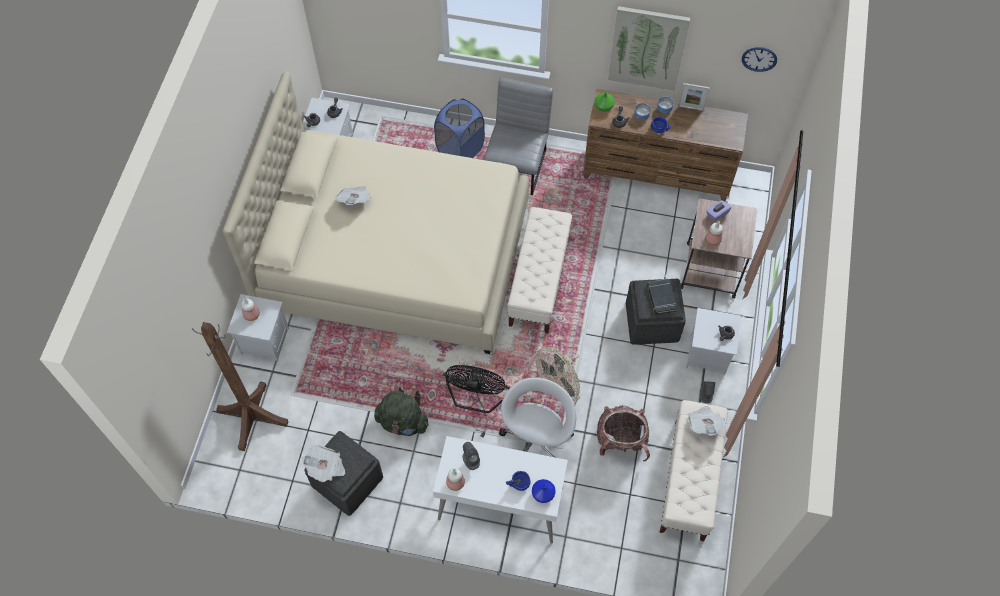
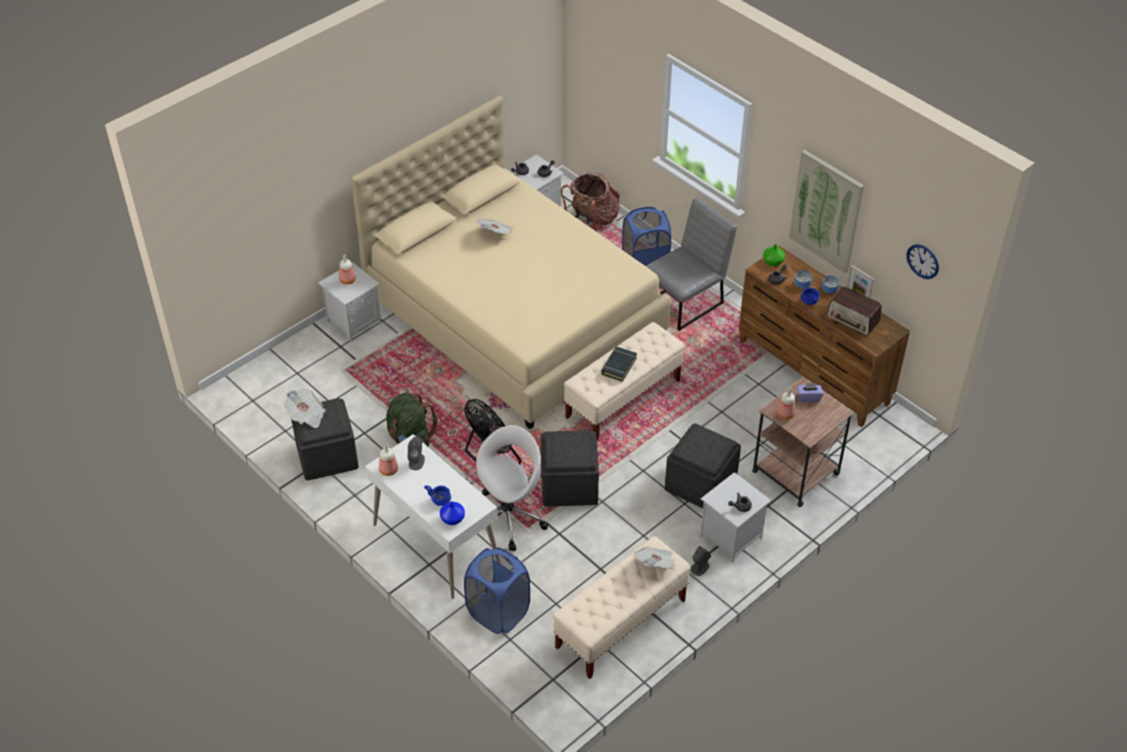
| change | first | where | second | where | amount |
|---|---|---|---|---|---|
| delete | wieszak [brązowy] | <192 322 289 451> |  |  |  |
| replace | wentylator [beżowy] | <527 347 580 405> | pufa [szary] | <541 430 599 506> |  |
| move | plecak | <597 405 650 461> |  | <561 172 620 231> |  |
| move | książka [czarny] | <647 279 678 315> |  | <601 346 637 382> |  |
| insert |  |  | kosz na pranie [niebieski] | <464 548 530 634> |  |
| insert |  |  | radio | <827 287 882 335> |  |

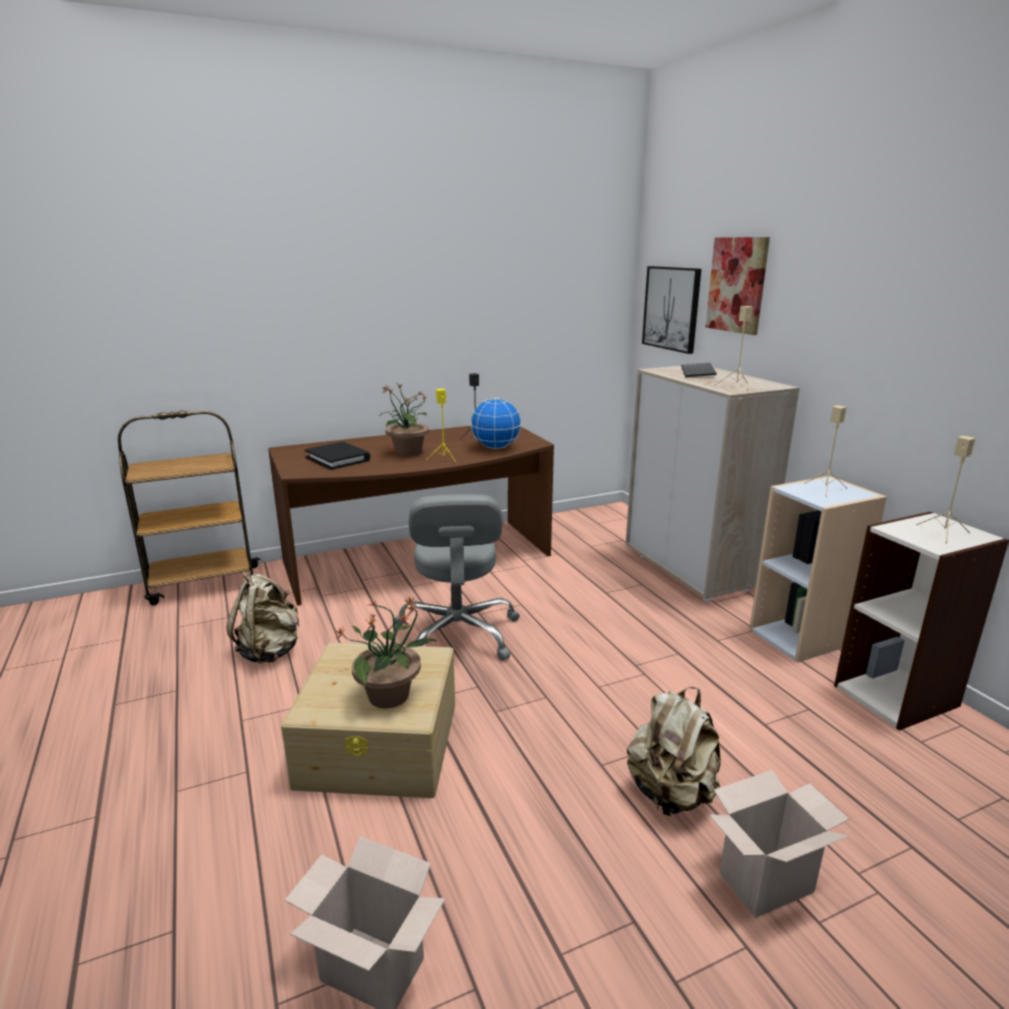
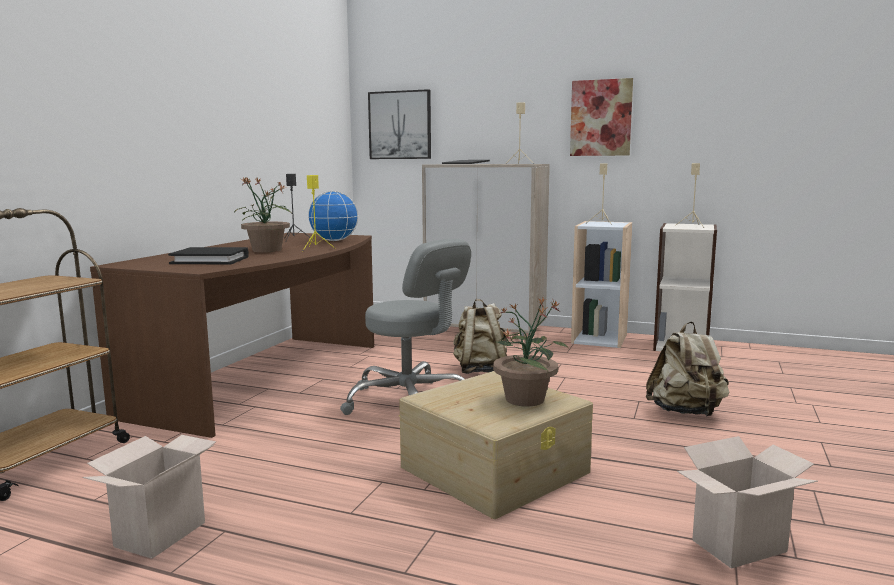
| change | first | where | second | where | amount |
|---|---|---|---|---|---|
| move | plecak [beżowy] | <227 572 300 663> |  | <453 299 507 374> |  |
| move | obraz | <705 237 770 335> |  | <570 78 633 156> |  |
| move | karton | <709 770 849 918> |  | <82 435 216 559> |  |

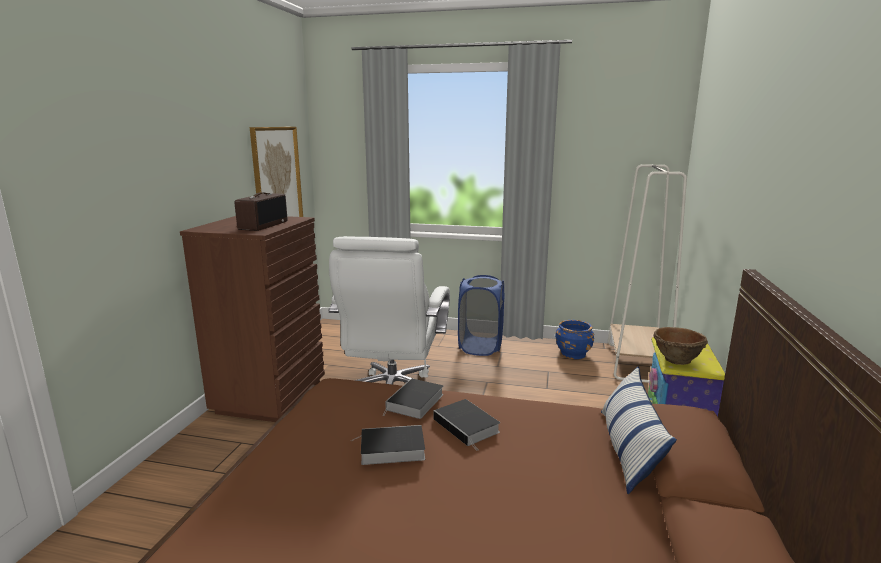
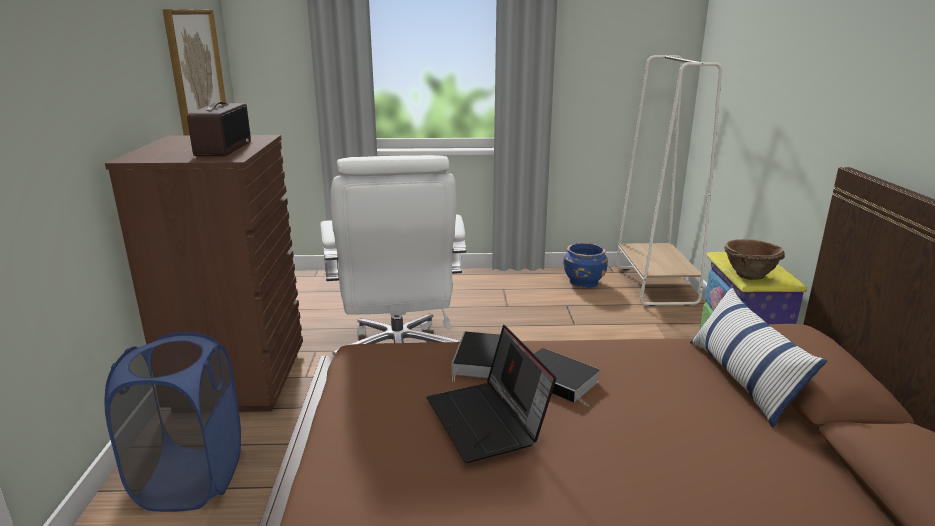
| change | first | where | second | where | amount |
|---|---|---|---|---|---|
| replace | książka | <350 425 425 465> | laptop | <427 325 556 463> |  |
| move | kosz na pranie [niebieski] | <458 275 505 356> |  | <105 332 241 512> |  |

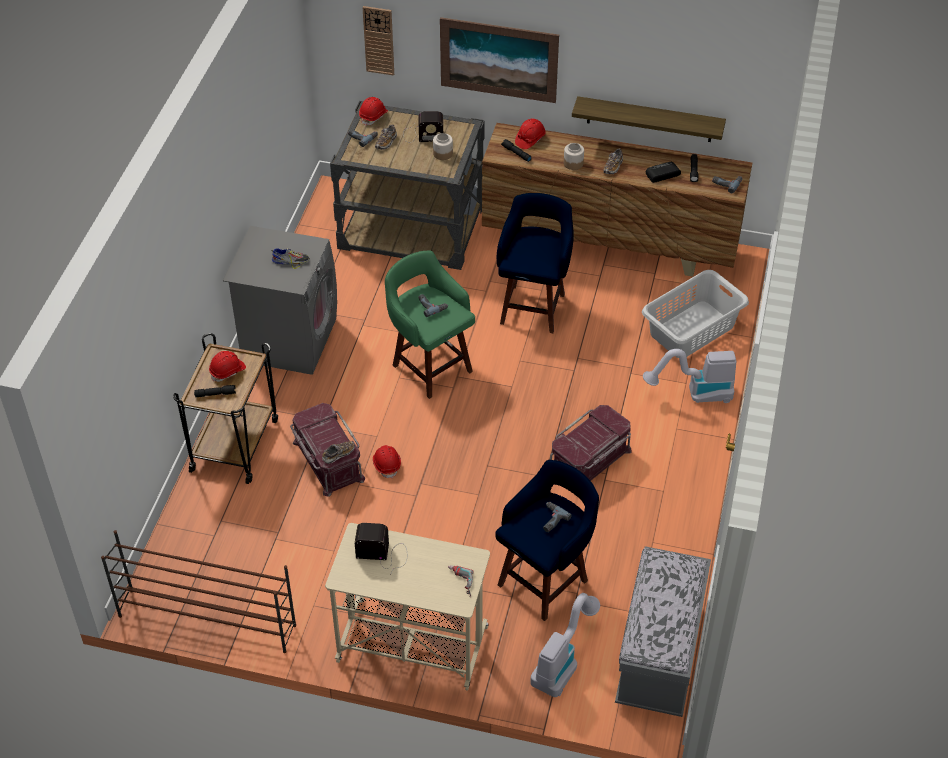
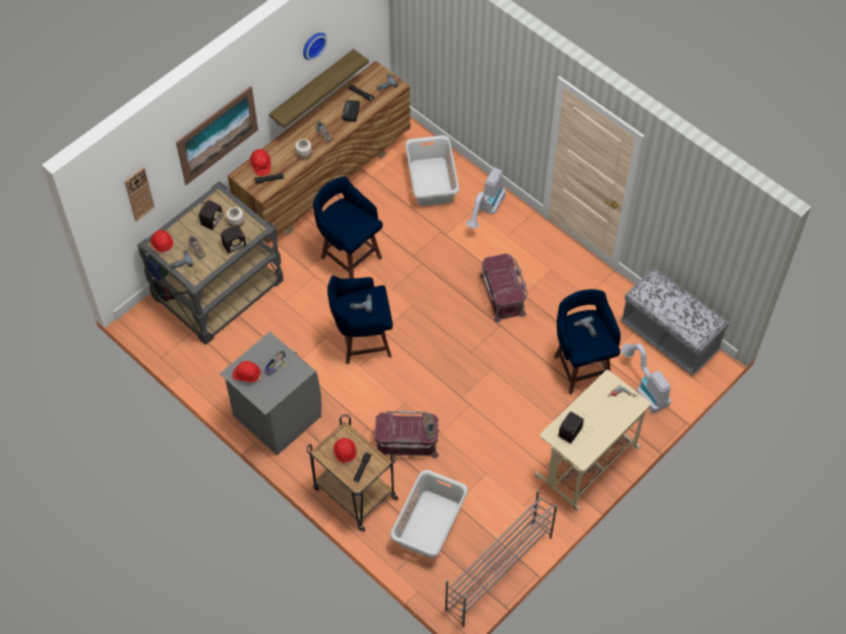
| change | first | where | second | where | amount |
|---|---|---|---|---|---|
| recolor | regał na buty [brązowy] | <101 530 296 653> | regał na buty [szary] | <445 490 557 627> |  |
| move | kask [czerwony] | <373 445 401 478> |  | <232 361 262 382> |  |
| recolor | stołek [zielony] | <385 251 475 399> | stołek [niebieski] | <327 275 393 364> |  |
| insert |  |  | radio | <210 225 247 256> |  |
| insert |  |  | zegar ścienny | <303 33 327 60> |  |
| insert |  |  | kosz na pranie [szary] | <390 470 468 558> |  |

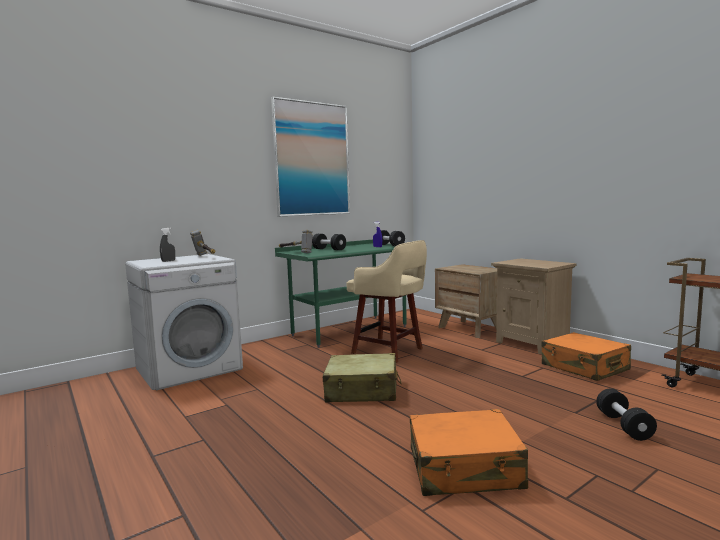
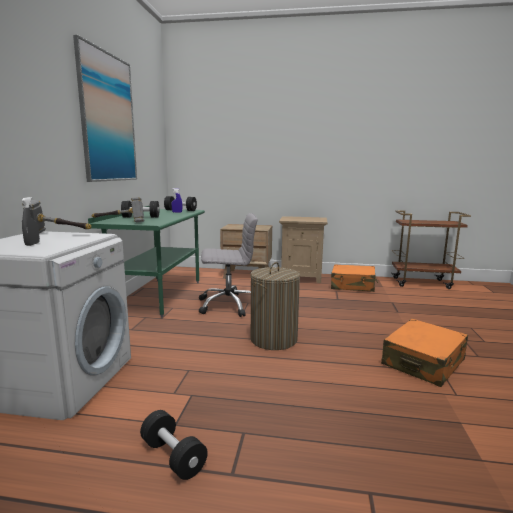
| change | first | where | second | where | amount |
|---|---|---|---|---|---|
| replace | walizka [beżowy] | <323 353 402 402> | kosz na pranie | <250 262 300 350> |  |
| replace | stołek [beżowy] | <347 240 427 363> | krzesło biurowe [szary] | <199 213 258 317> |  |
| move | hantel [czarny] | <596 388 657 441> |  | <140 410 208 480> |  |

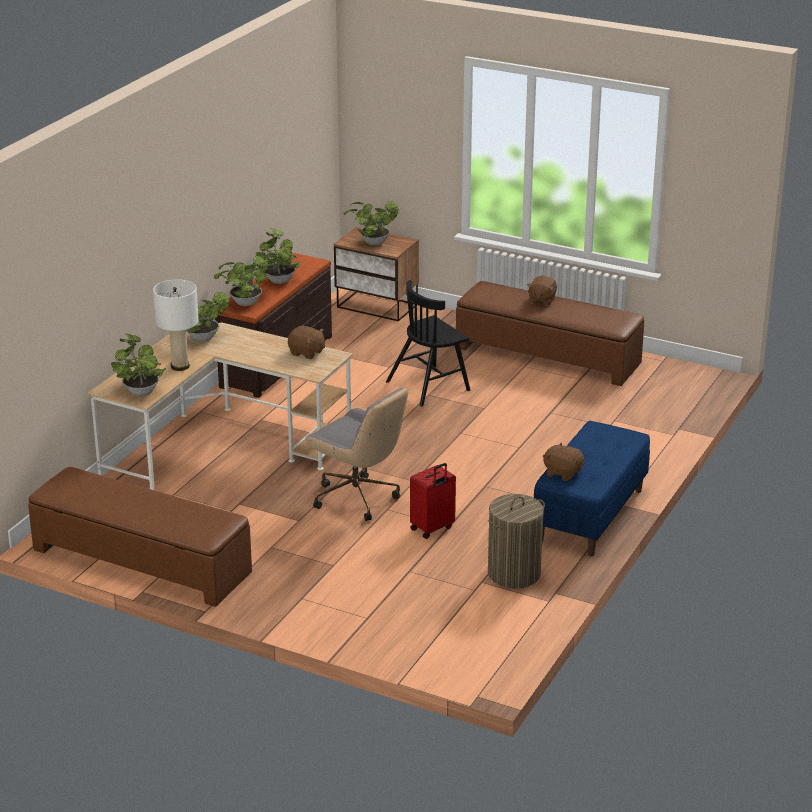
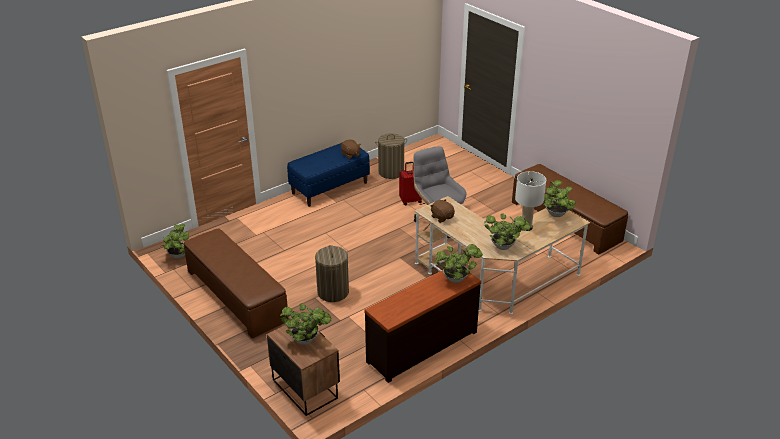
| change | first | where | second | where | amount |
|---|---|---|---|---|---|
| move | roślina doniczkowa | <256 227 301 284> |  | <162 224 189 259> |  |
| replace | krzesło [czarny] | <386 280 470 407> | kosz na pranie | <315 245 349 302> |  |
| delete | pluszak [brązowy] | <527 276 557 306> |  |  |  |

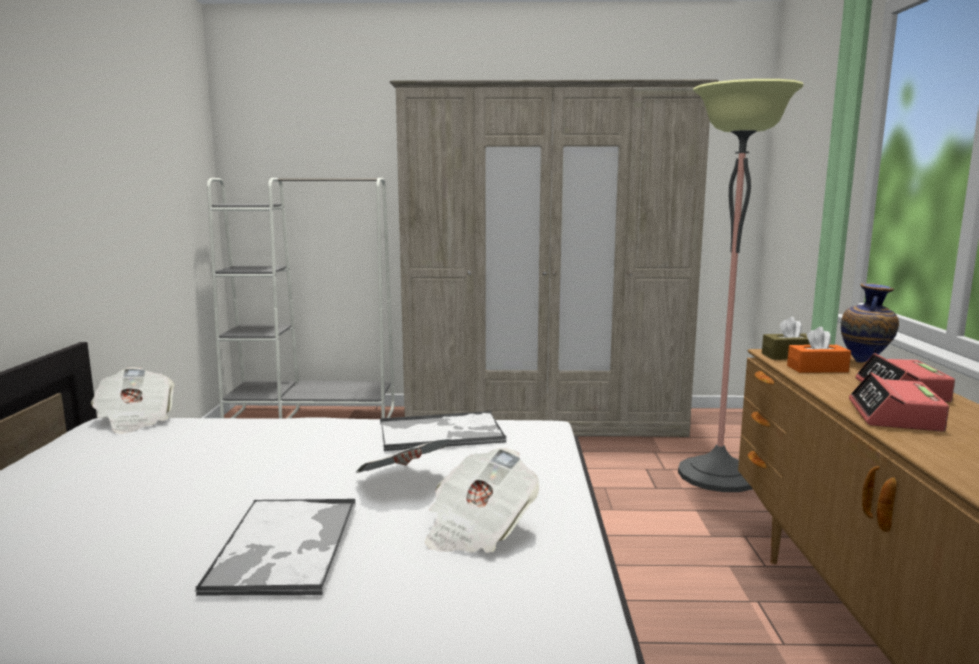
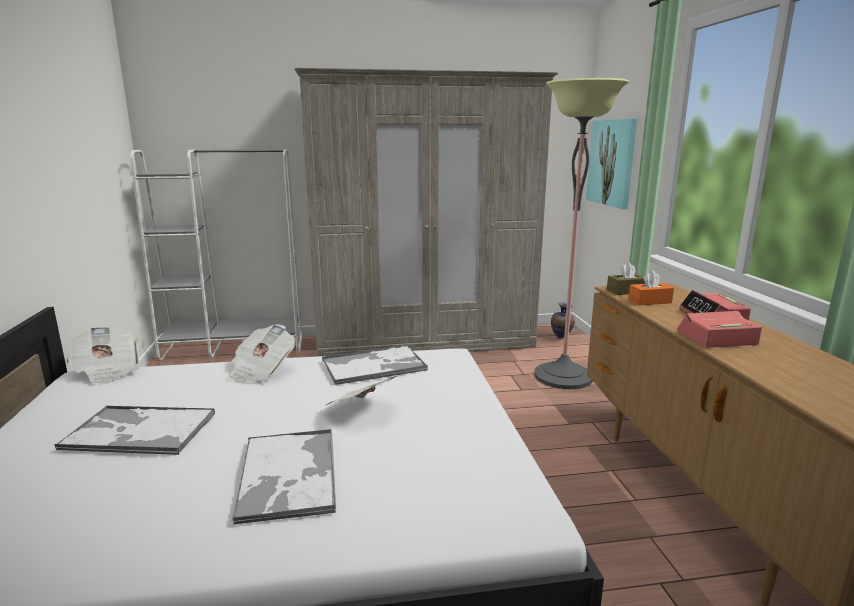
| change | first | where | second | where | amount |
|---|---|---|---|---|---|
| move | gazeta | <425 448 539 553> |  | <228 324 295 383> |  |
| move | wazon | <841 283 899 363> |  | <551 302 575 339> |  |
| rotate | budzik | <849 372 949 432> |  | <677 311 762 348> | 75 degrees clockwise |
| insert |  |  | taca | <54 406 215 455> |  |
| insert |  |  | obraz | <586 119 637 209> |  |

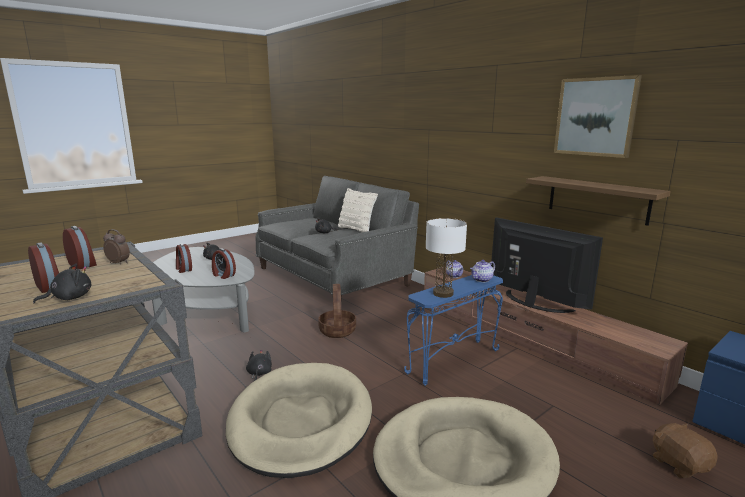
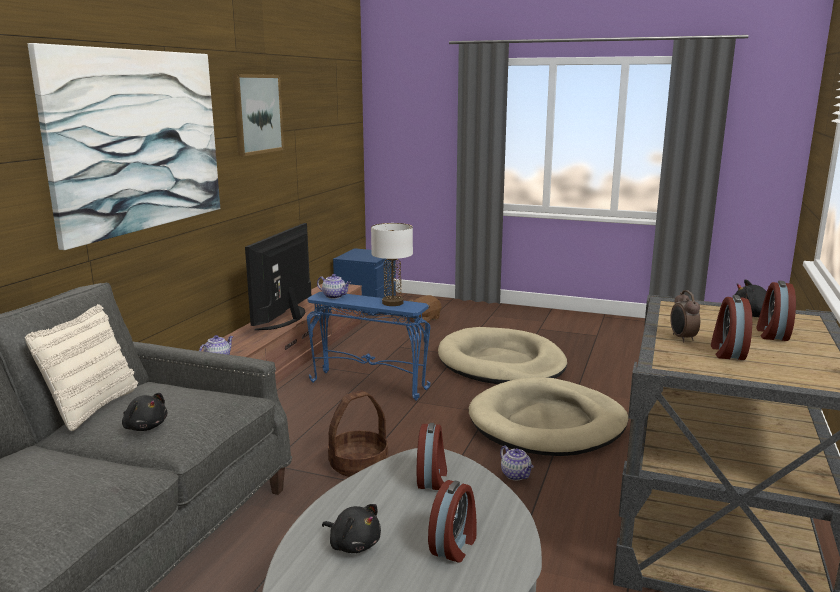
| change | first | where | second | where | amount |
|---|---|---|---|---|---|
| replace | pluszak [czarny] | <246 349 272 381> | imbryk | <500 446 534 480> |  |
| delete | półka | <526 176 671 226> |  |  |  |
| insert |  |  | obraz | <27 43 220 250> |  |

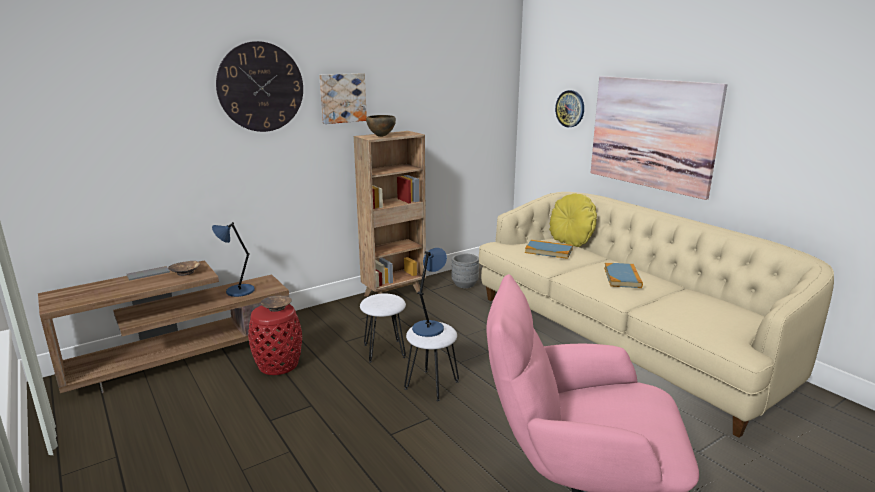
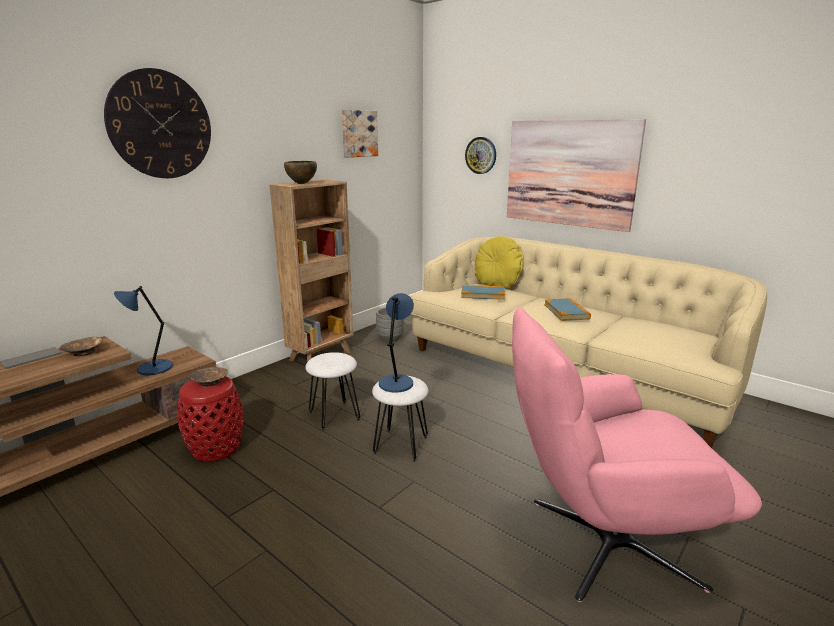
| change | first | where | second | where | amount |
|---|---|---|---|---|---|
| move | obraz | <319 73 367 124> |  | <342 110 378 158> |  |

